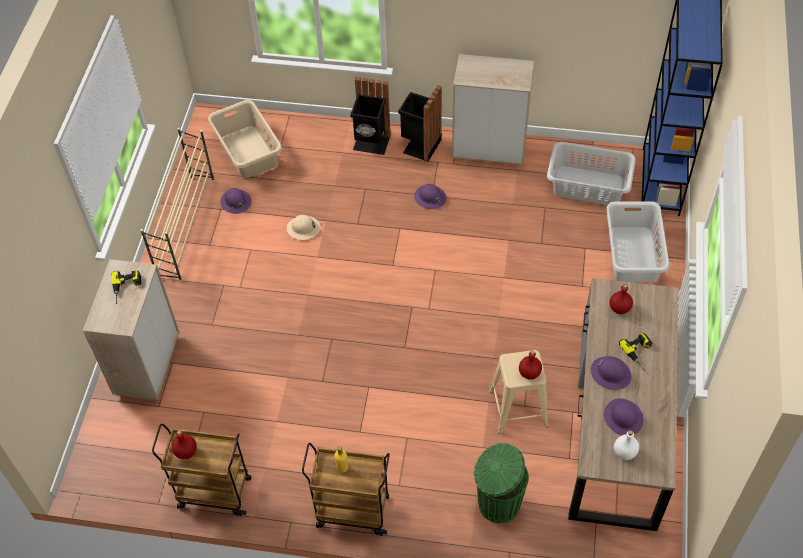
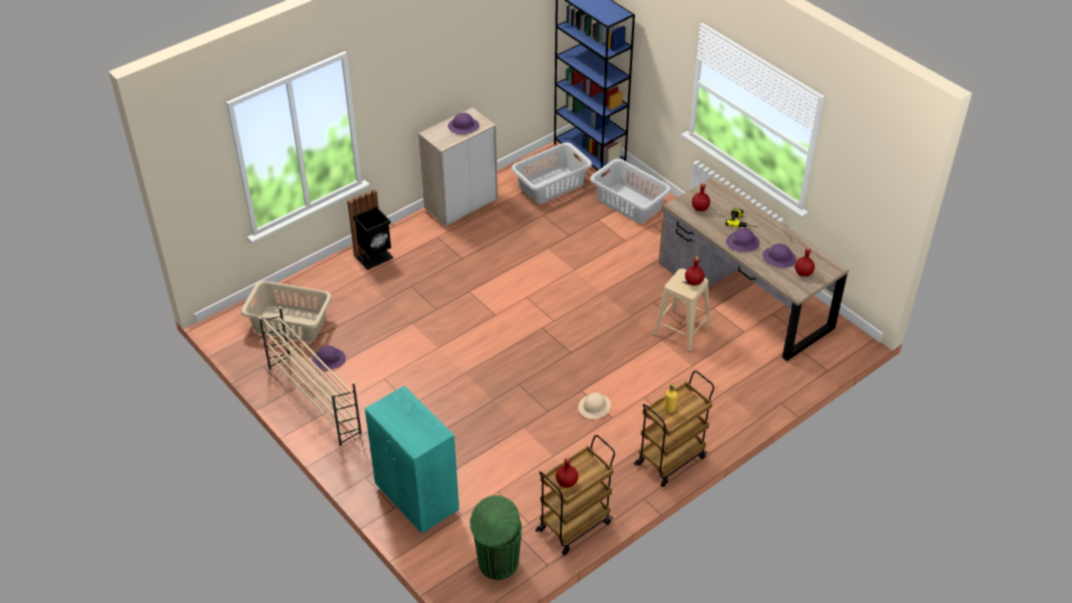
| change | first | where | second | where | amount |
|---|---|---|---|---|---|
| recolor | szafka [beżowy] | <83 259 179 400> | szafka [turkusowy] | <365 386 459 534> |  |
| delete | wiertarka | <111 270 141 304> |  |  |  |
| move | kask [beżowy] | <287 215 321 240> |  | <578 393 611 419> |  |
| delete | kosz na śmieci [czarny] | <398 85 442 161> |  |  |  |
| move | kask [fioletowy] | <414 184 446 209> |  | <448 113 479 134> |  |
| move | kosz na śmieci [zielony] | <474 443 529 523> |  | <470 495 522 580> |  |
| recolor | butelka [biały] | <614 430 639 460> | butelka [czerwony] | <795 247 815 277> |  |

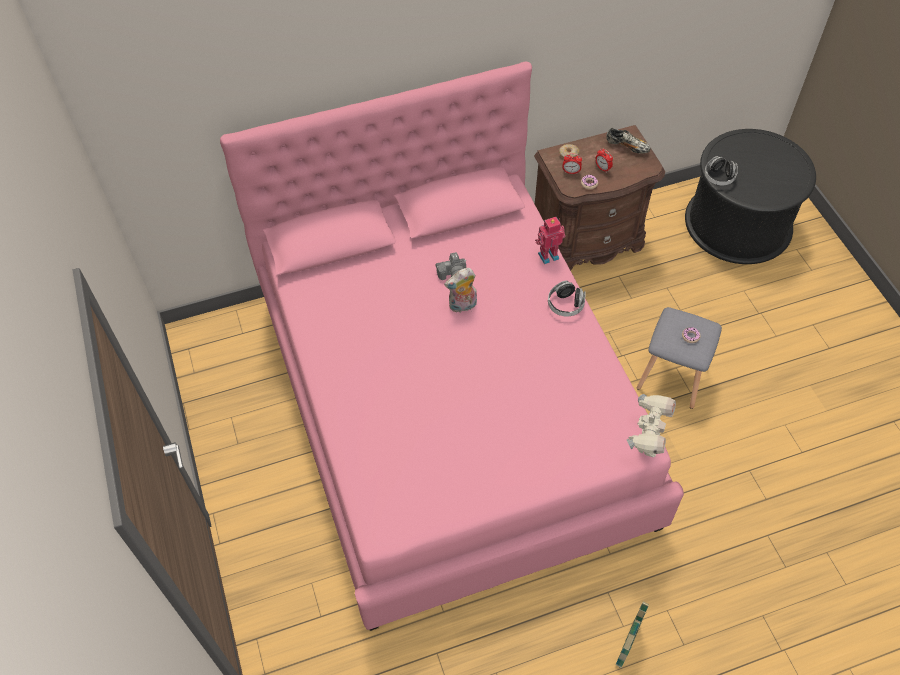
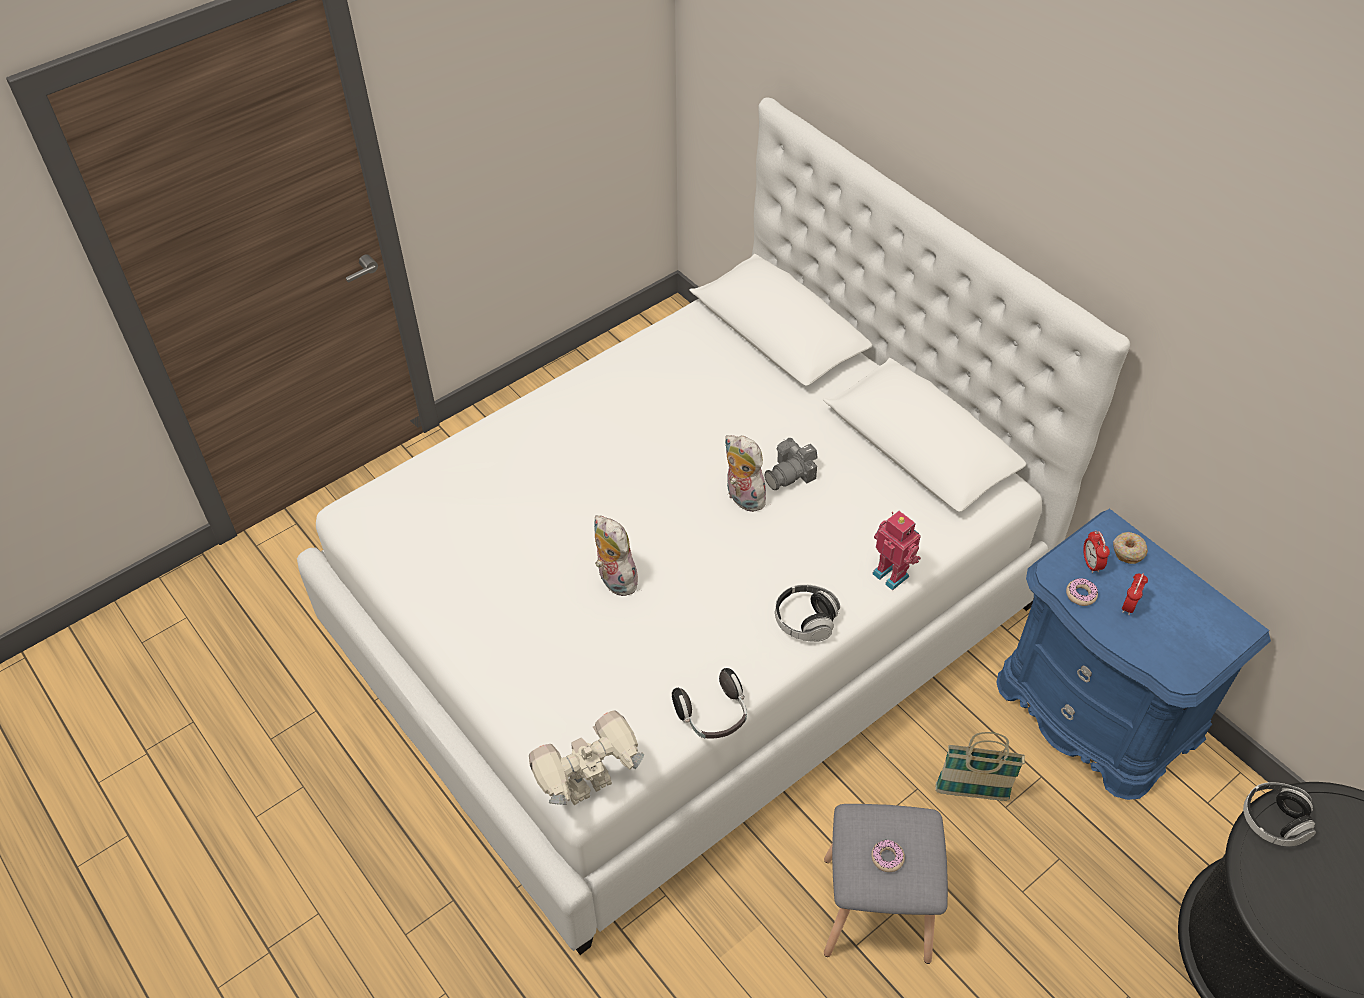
| change | first | where | second | where | amount |
|---|---|---|---|---|---|
| recolor | łóżko [różowy] | <220 62 684 631> | łóżko [biały] | <297 98 1130 955> |  |
| recolor | szafka nocna [brązowy] | <534 125 665 271> | szafka nocna [niebieski] | <996 508 1271 800> |  |
| delete | but | <606 128 651 154> |  |  |  |
| move | koszyk | <616 602 649 668> |  | <935 732 1025 801> |  |
| rotate | robot zabawkowy | <627 394 676 457> |  | <529 710 644 805> | 150 degrees clockwise |
| insert |  |  | pluszak | <594 515 638 596> |  |
| insert |  |  | słuchawki | <672 668 747 739> |  |

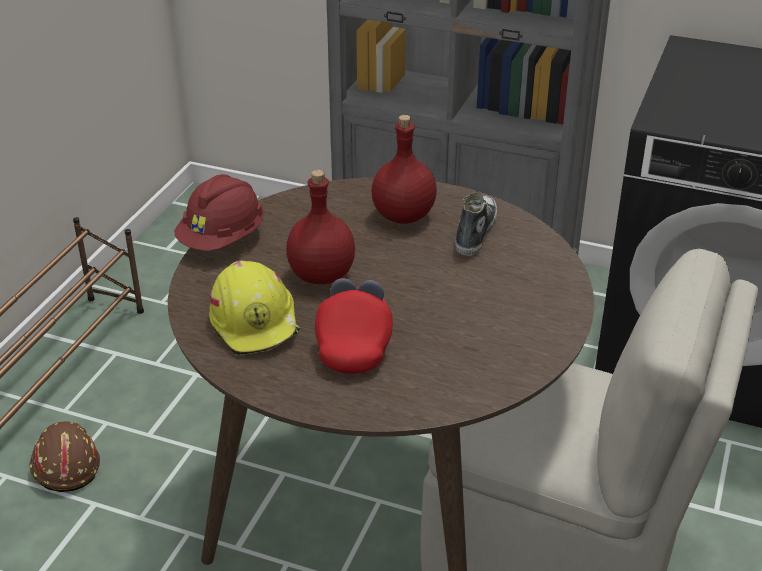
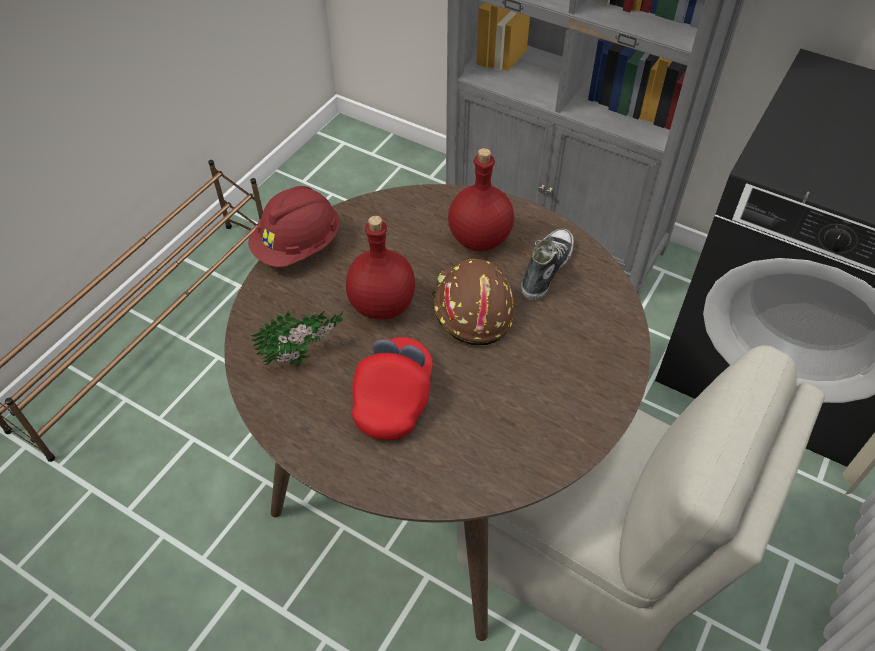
| change | first | where | second | where | amount |
|---|---|---|---|---|---|
| move | kask [brązowy] | <30 422 100 492> |  | <432 259 514 345> |  |
| replace | kask [żółty] | <209 260 301 356> | roślina doniczkowa | <251 309 343 366> |  |

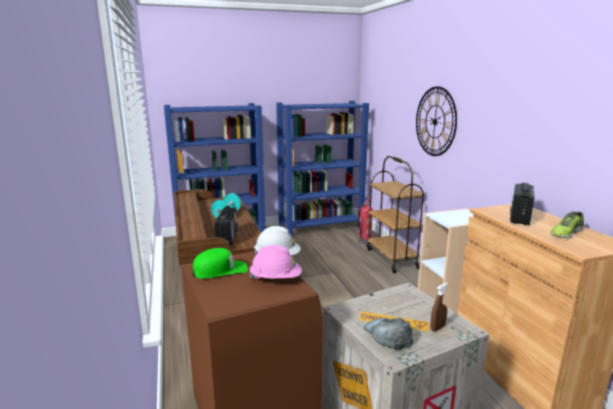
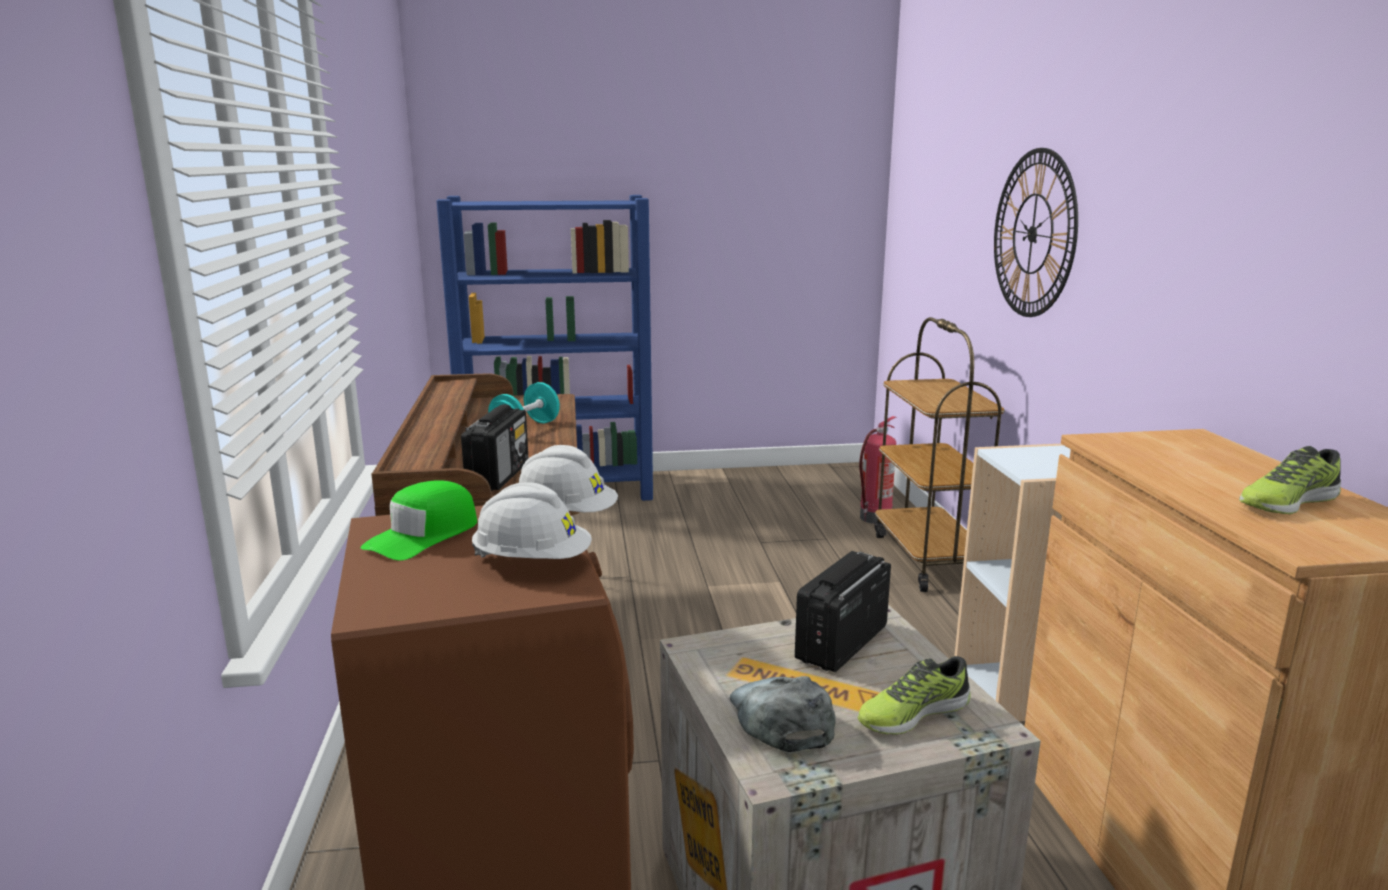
| change | first | where | second | where | amount |
|---|---|---|---|---|---|
| rotate | czapka z daszkiem [zielony] | <192 248 248 279> |  | <361 480 477 561> | 135 degrees clockwise |
| recolor | kask [różowy] | <249 245 302 279> | kask [biały] | <472 482 592 559> |  |
| delete | regał [niebieski] | <276 101 369 237> |  |  |  |
| replace | spryskiwacz [brązowy] | <430 283 448 331> | but | <858 656 971 735> |  |
| move | radio | <510 183 534 225> |  | <795 551 891 672> |  |

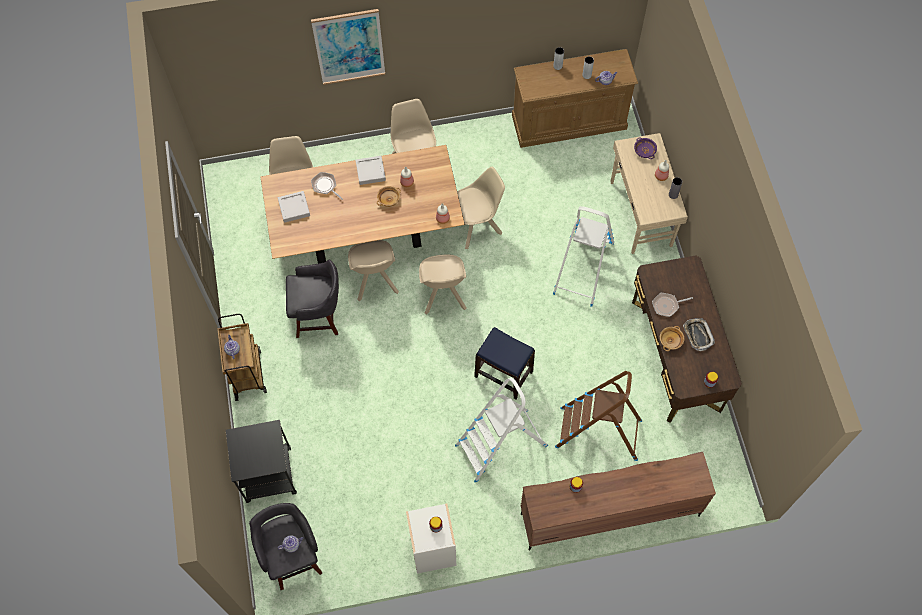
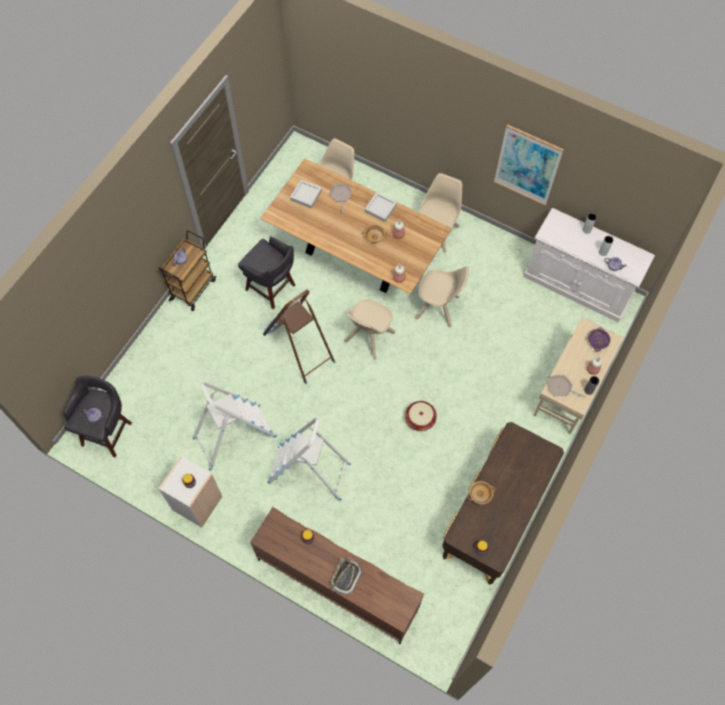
| change | first | where | second | where | amount |
|---|---|---|---|---|---|
| delete | wózek [czarny] | <226 420 297 503> |  |  |  |
| move | obraz | <311 9 385 85> |  | <494 124 564 206> |  |
| delete | krzesło [beżowy] | <348 240 399 302> |  |  |  |
| delete | stołek | <474 327 535 399> |  |  |  |
| recolor | szafka [brązowy] | <512 49 638 148> | szafka [biały] | <523 208 655 322> |  |
| move | drabinka [biały] | <553 206 614 307> |  | <193 382 277 471> |  |
| move | drabinka [brązowy] | <555 371 642 461> |  | <263 289 336 384> |  |
| move | patelnia | <652 293 693 317> |  | <547 375 585 398> |  |
| move | taca | <683 318 715 351> |  | <330 558 362 594> |  |
| insert |  |  | koszyk | <405 401 437 431> |  |

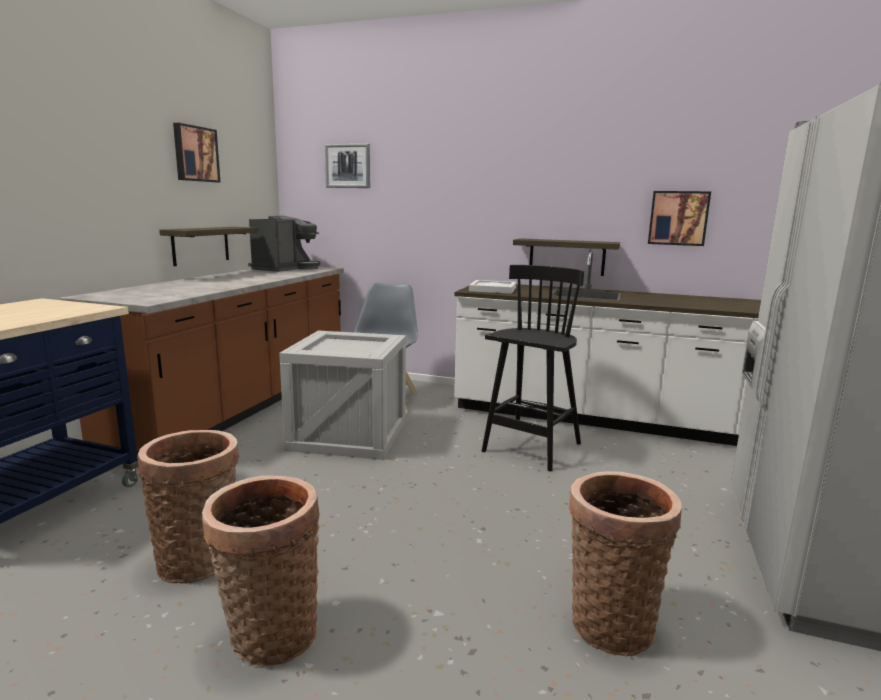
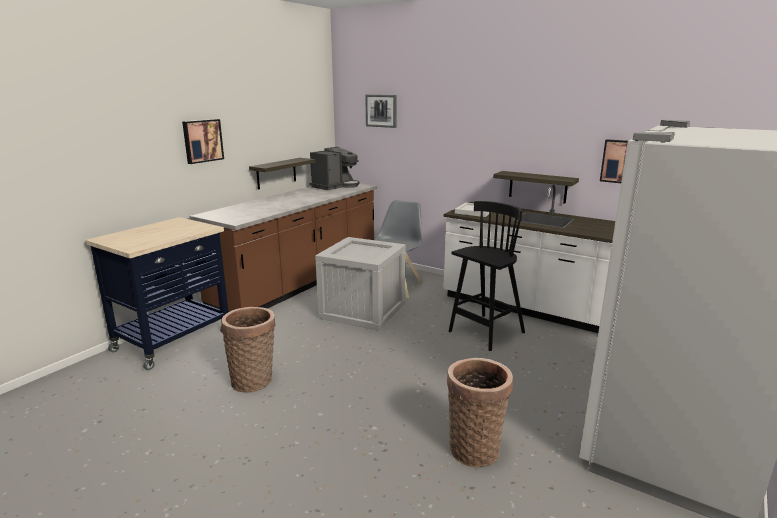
| change | first | where | second | where | amount |
|---|---|---|---|---|---|
| move | obraz | <173 123 220 182> |  | <182 119 224 164> |  |
| delete | koszyk | <202 475 319 667> |  |  |  |

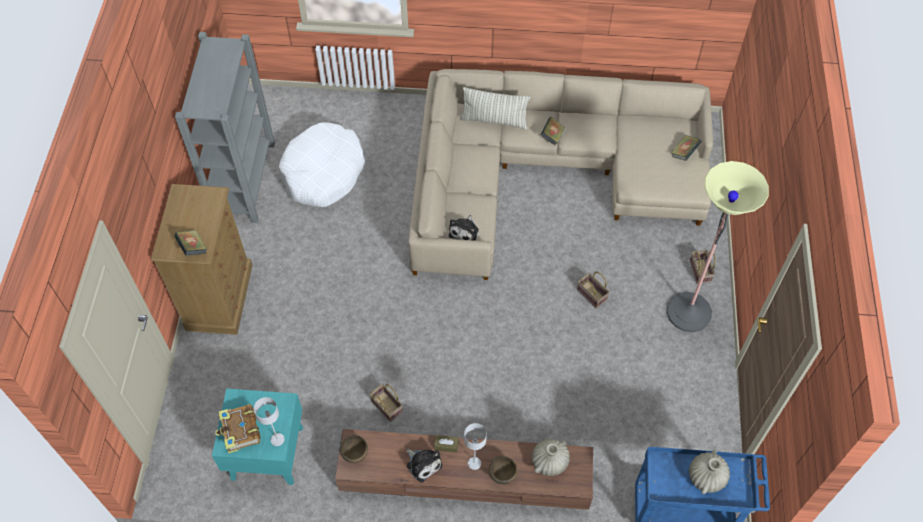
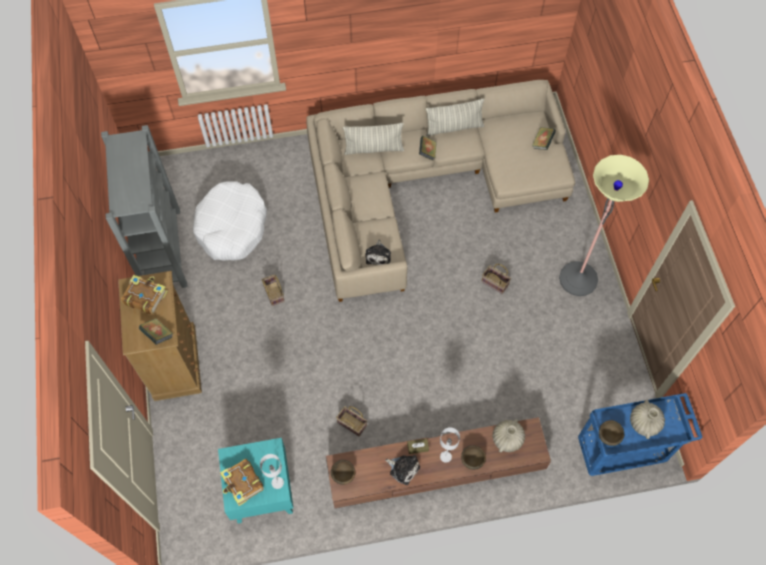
| change | first | where | second | where | amount |
|---|---|---|---|---|---|
| move | koszyk | <689 250 716 284> |  | <262 275 285 306> |  |
| insert |  |  | książka | <121 275 168 314> |  |
| insert |  |  | poduszka | <426 99 484 136> |  |
| insert |  |  | miska [brązowy] | <599 420 624 446> |  |

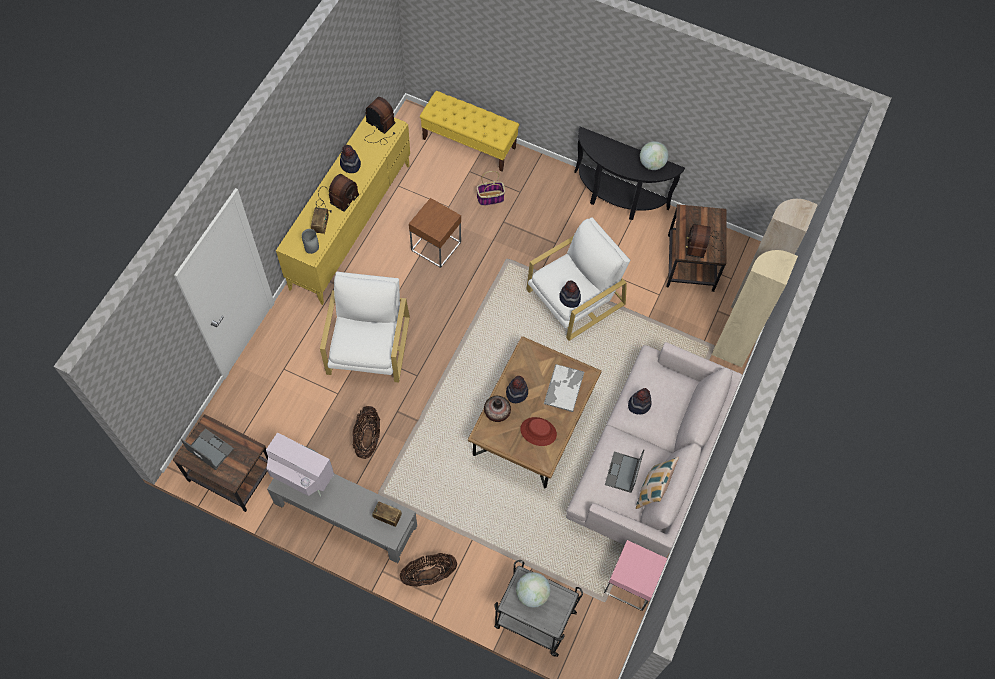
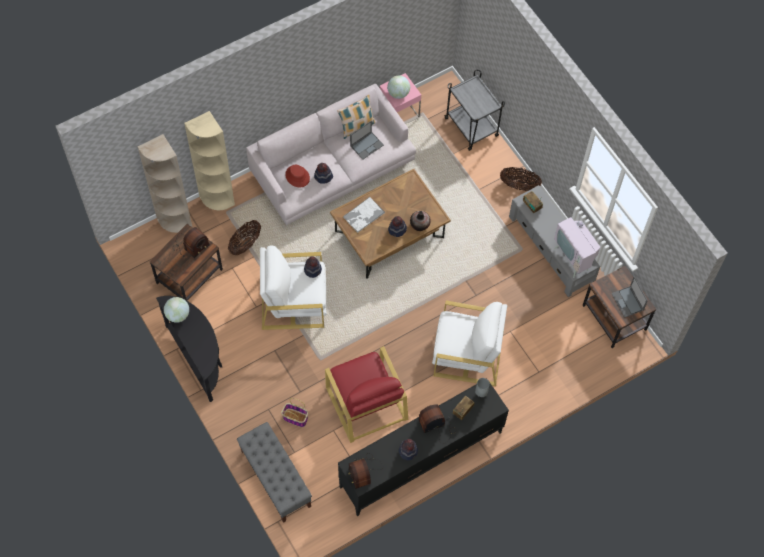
| change | first | where | second | where | amount |
|---|---|---|---|---|---|
| recolor | szafka [żółty] | <276 115 410 305> | szafka [czarny] | <338 382 509 517> |  |
| rotate | fotel [biały] | <320 271 410 383> |  | <432 300 507 386> | 120 degrees counterclockwise |
| move | koszyk | <353 406 380 459> |  | <228 220 261 255> |  |
| replace | stolik [brązowy] | <409 198 461 268> | fotel [czerwony] | <325 346 408 443> |  |
| recolor | ławka [żółty] | <420 91 519 171> | ławka [szary] | <237 422 312 523> |  |
| move | globus | <516 572 551 608> |  | <387 75 410 99> |  |
| move | kapelusz [czerwony] | <520 417 557 446> |  | <285 165 310 187> |  |

